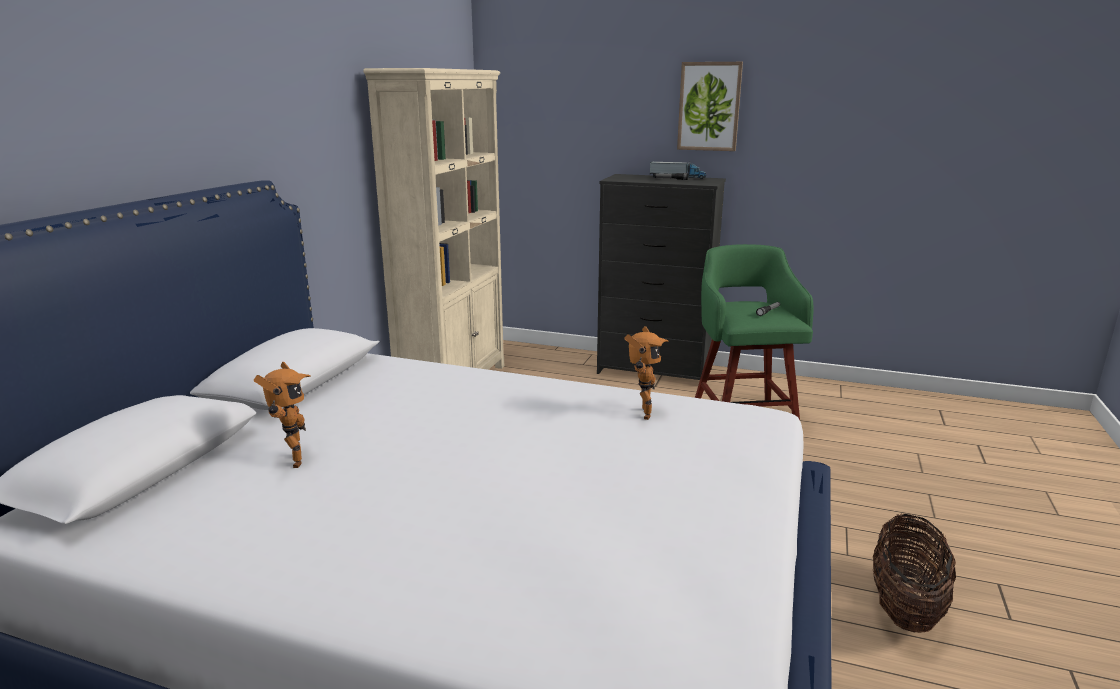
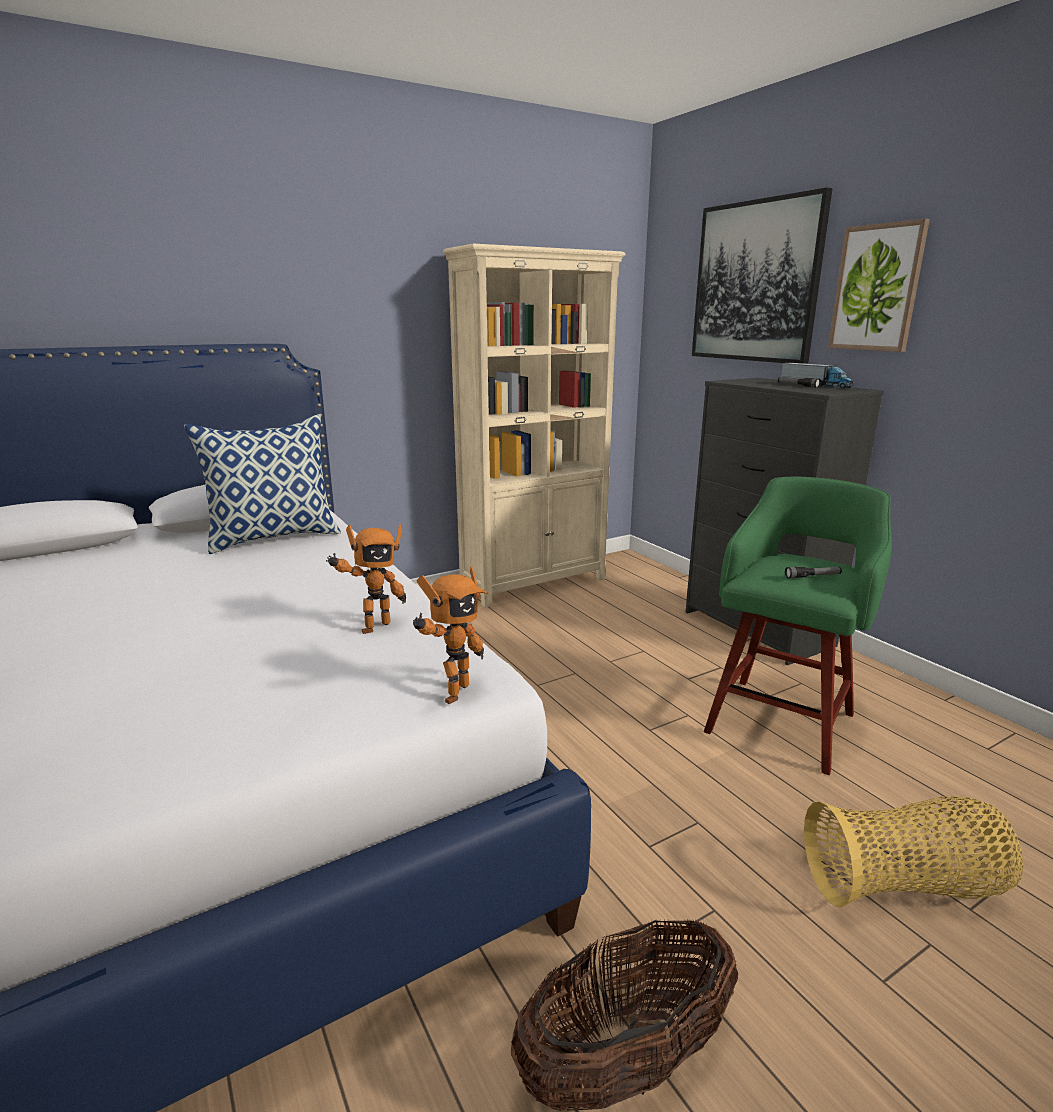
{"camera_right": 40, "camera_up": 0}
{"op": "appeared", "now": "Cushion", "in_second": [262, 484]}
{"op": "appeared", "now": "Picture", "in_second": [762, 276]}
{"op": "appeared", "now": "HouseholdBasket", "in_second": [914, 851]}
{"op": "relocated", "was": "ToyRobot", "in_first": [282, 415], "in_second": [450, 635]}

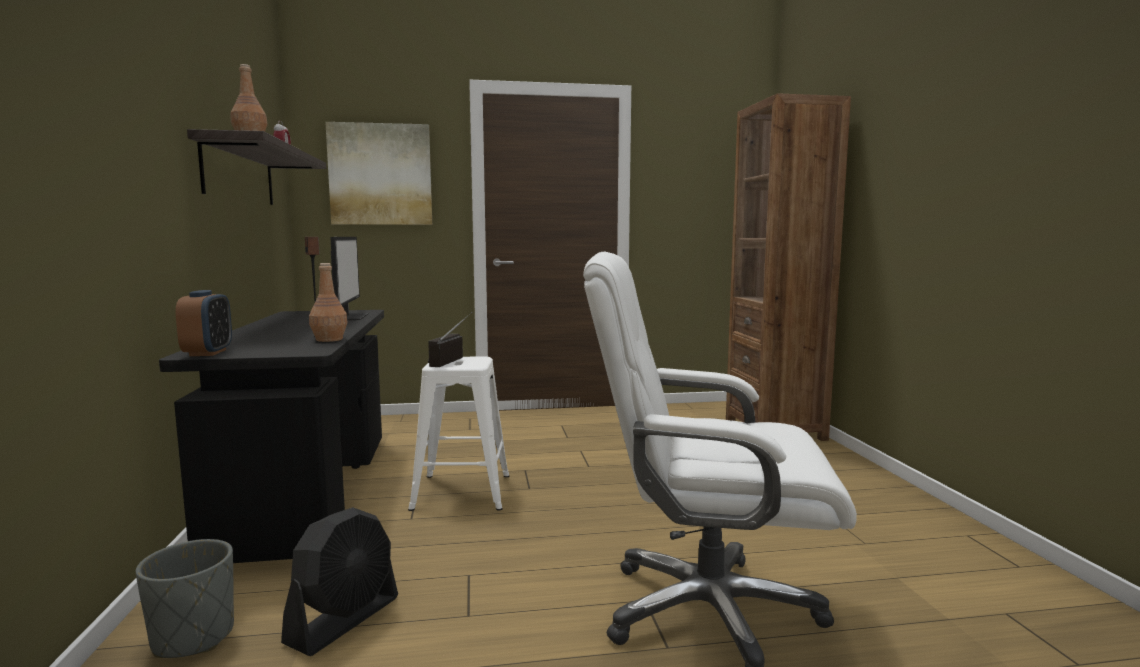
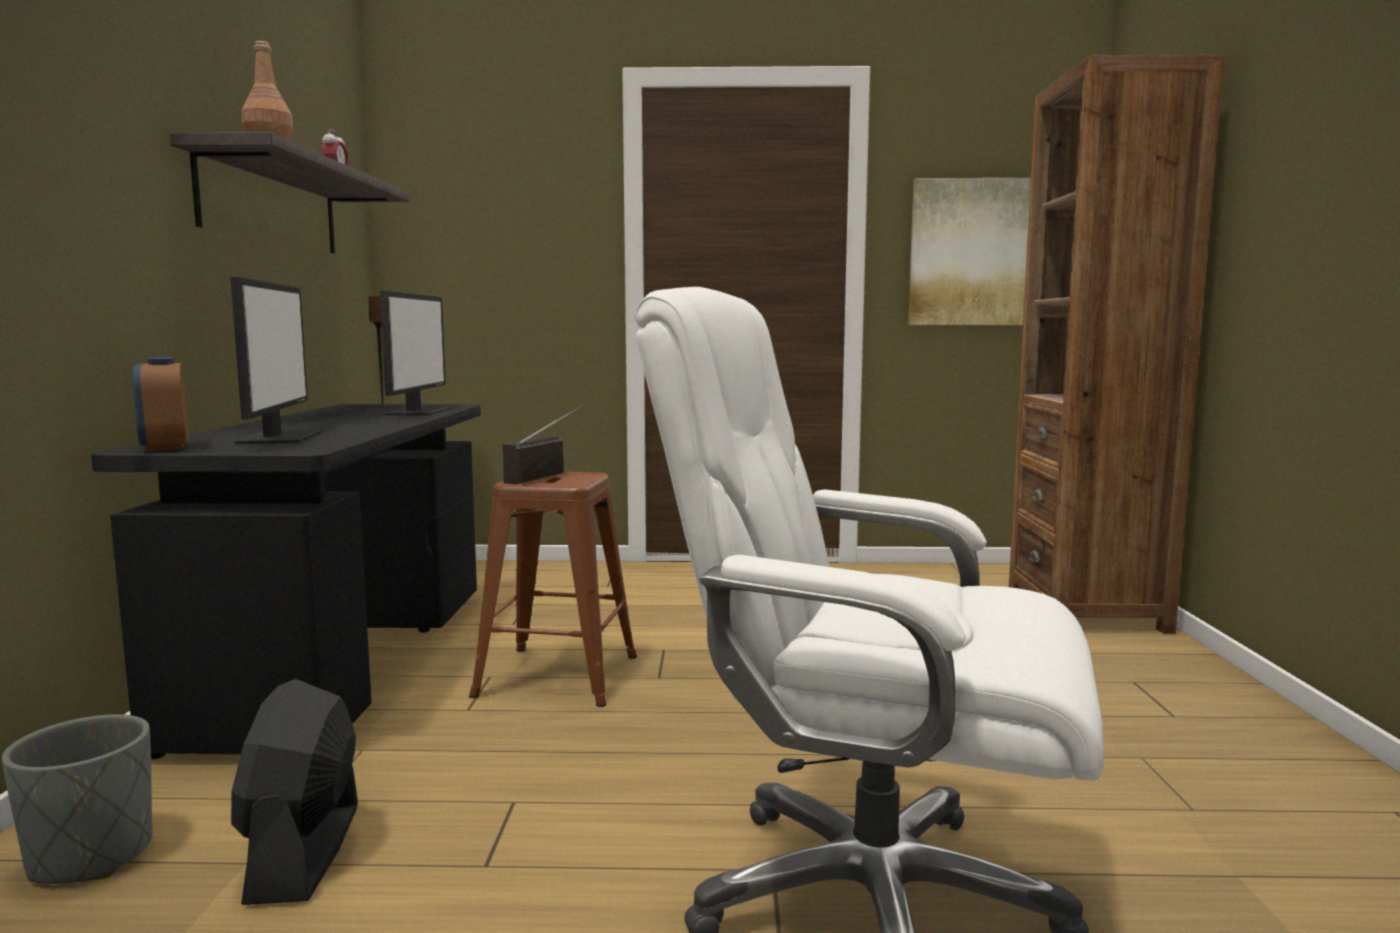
{"camera_right": 10, "camera_up": 0}
{"op": "missing", "was": "BrownishBeverageBottle", "in_first": [328, 302]}
{"op": "appeared", "now": "ComputerScreen", "in_second": [275, 360]}
{"op": "relocated", "was": "Picture", "in_first": [378, 173], "in_second": [969, 251]}
{"op": "colour", "was": "WhiteColouredStool", "now": "BrownishStool", "in_first": [458, 434], "in_second": [553, 589]}
{"op": "spun", "was": "BedsideClock", "in_first": [203, 323], "in_second": [160, 404], "clockwise": 150}
{"op": "spun", "was": "BlackColouredCoolingFan", "in_first": [339, 581], "in_second": [294, 792], "clockwise": 135}

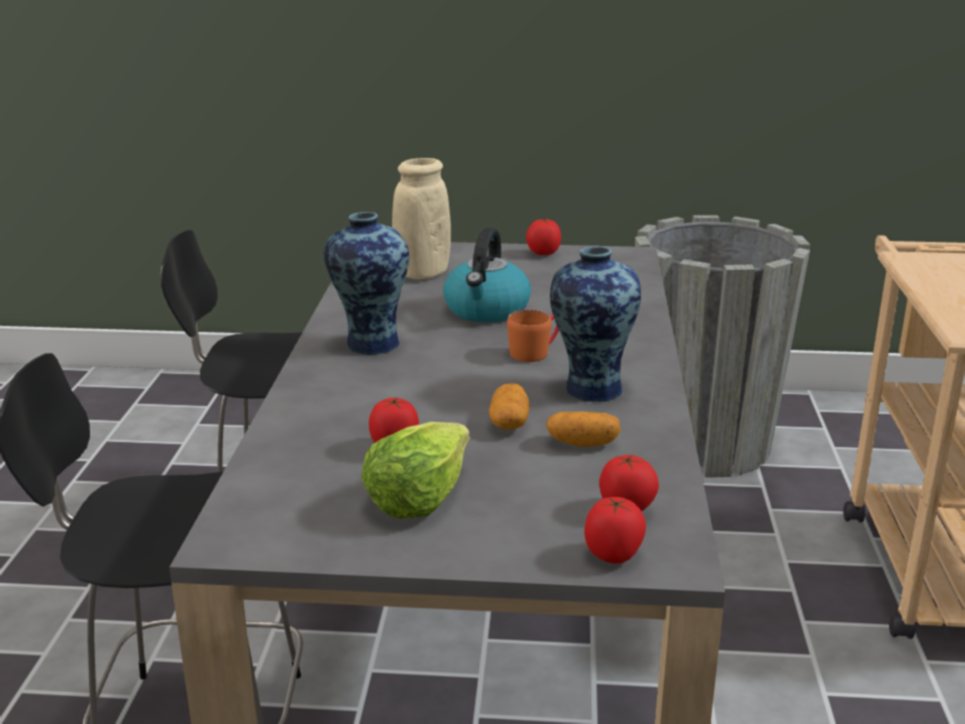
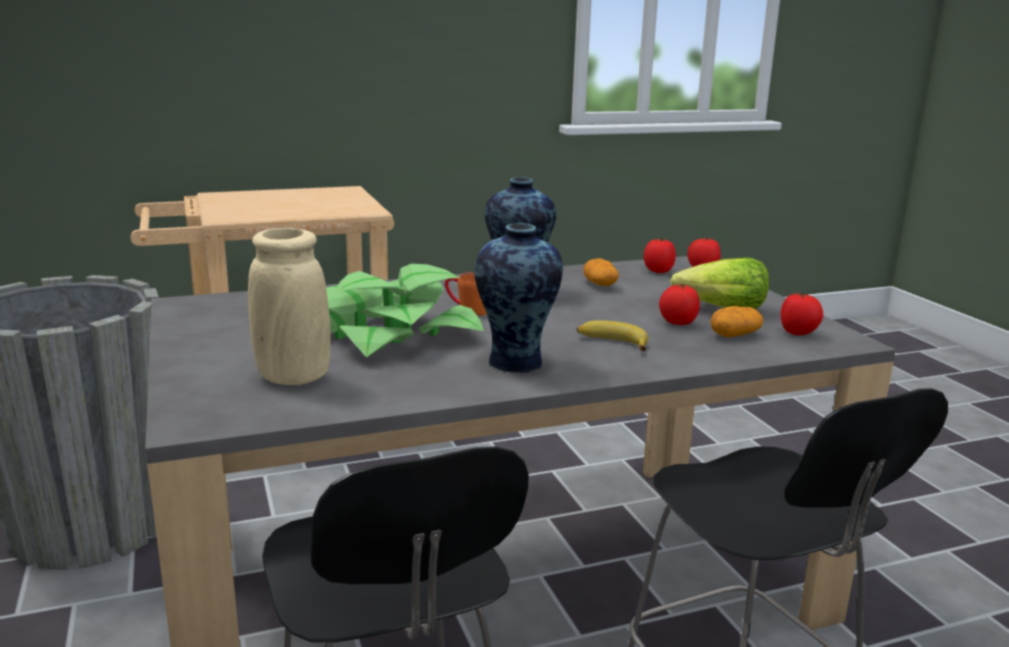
{"camera_right": -115, "camera_up": -5}
{"op": "appeared", "now": "Banana", "in_second": [612, 335]}
{"op": "relocated", "was": "Spud", "in_first": [509, 406], "in_second": [736, 321]}
{"op": "relocated", "was": "FreshTomato", "in_first": [543, 236], "in_second": [801, 314]}
{"op": "exchanged", "was": "WaterKettle", "now": "PottedPlant", "in_first": [487, 275], "in_second": [405, 311]}

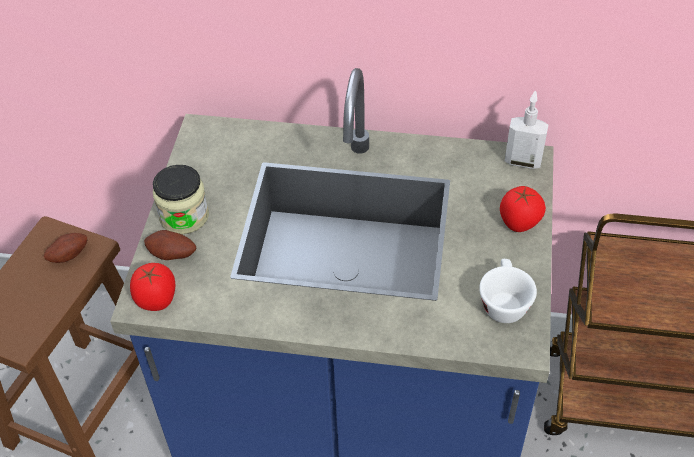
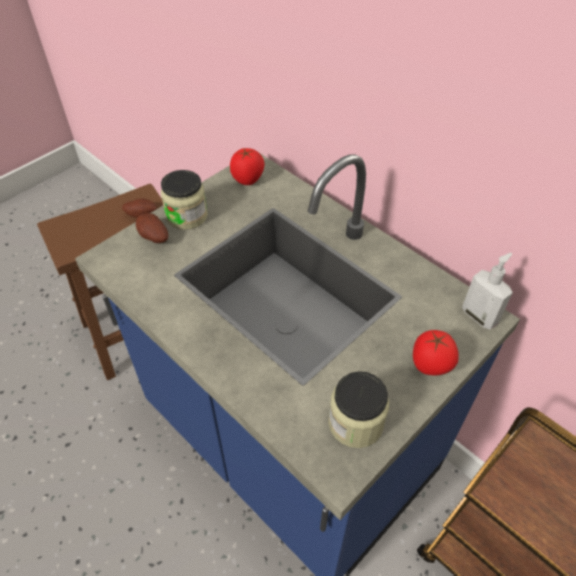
{"camera_right": 35, "camera_up": 0}
{"op": "relocated", "was": "FreshTomato", "in_first": [152, 287], "in_second": [247, 166]}
{"op": "exchanged", "was": "WhiteColouredCup", "now": "PreserveJar", "in_first": [508, 291], "in_second": [358, 409]}

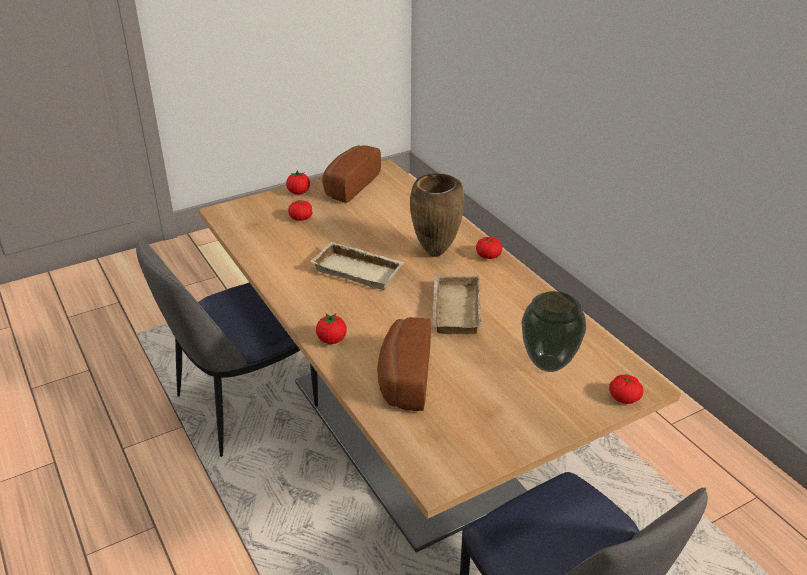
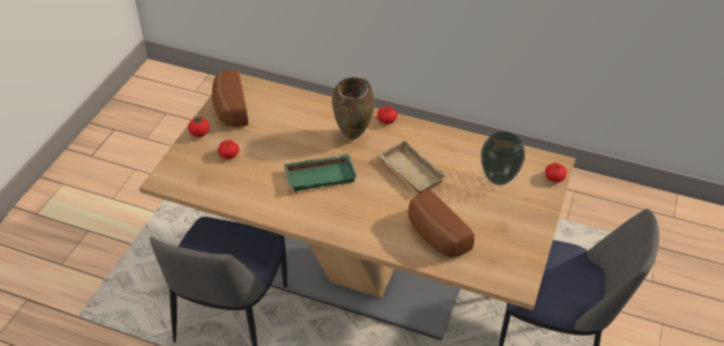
{"camera_right": -40, "camera_up": 10}
{"op": "missing", "was": "FreshTomato", "in_first": [331, 328]}
{"op": "colour", "was": "BeigeCarryingTray", "now": "GreenColouredCarryingTray", "in_first": [357, 266], "in_second": [320, 172]}

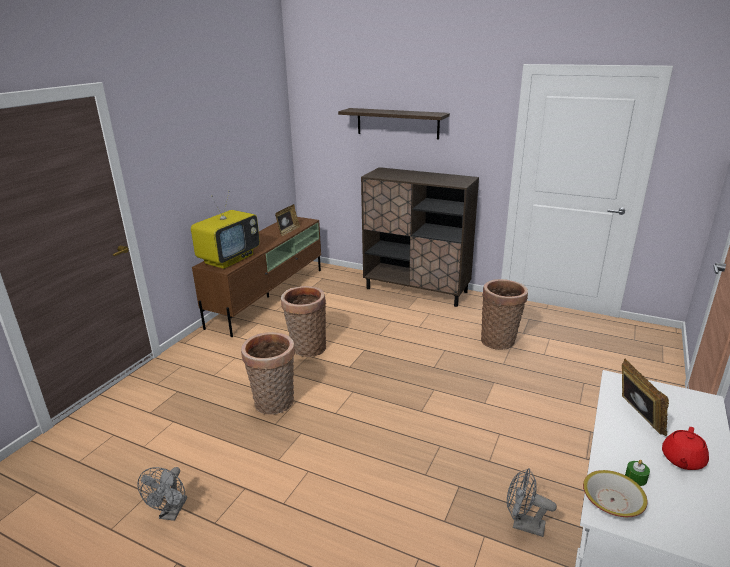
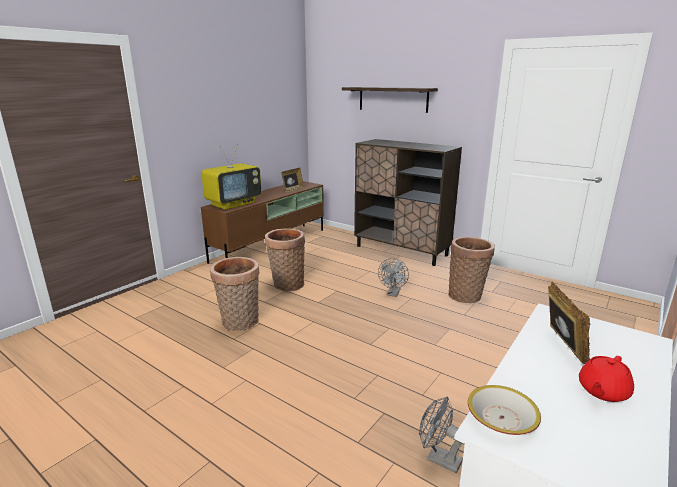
{"camera_right": 10, "camera_up": -5}
{"op": "missing", "was": "GreenColouredWaxCandle", "in_first": [637, 473]}
{"op": "relocated", "was": "GreyishCoolingFan", "in_first": [162, 494], "in_second": [393, 277]}

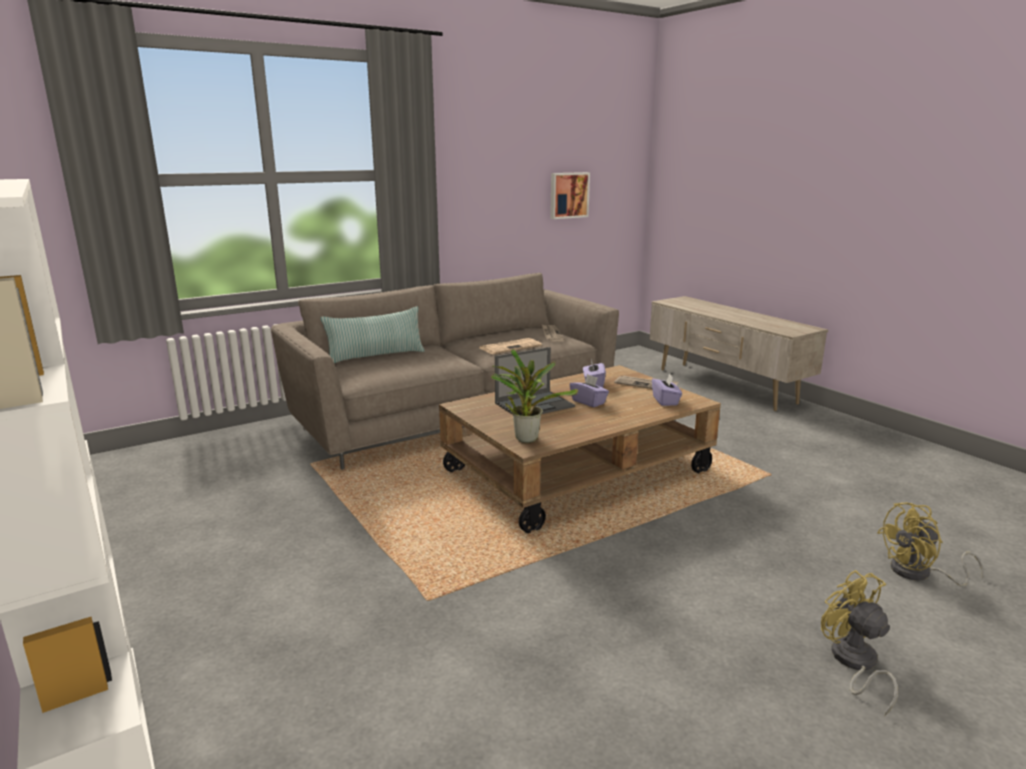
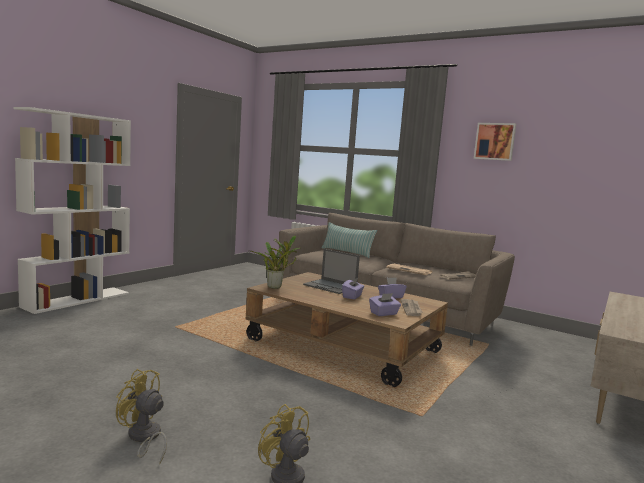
{"camera_right": 65, "camera_up": -10}
{"op": "relocated", "was": "Picture", "in_first": [570, 195], "in_second": [495, 142]}
{"op": "spun", "was": "YellowCoolingFan", "in_first": [859, 643], "in_second": [141, 416], "clockwise": -105}

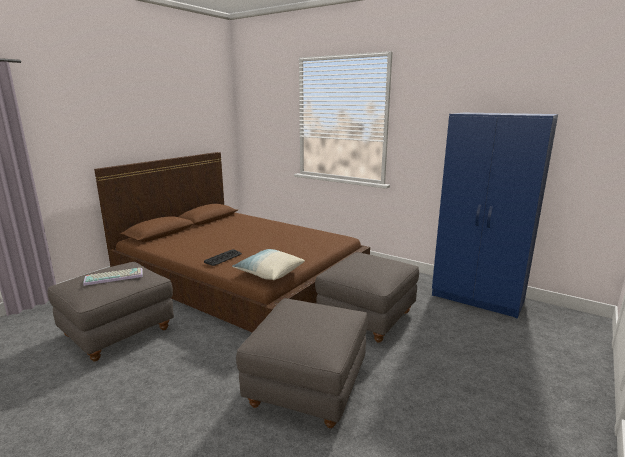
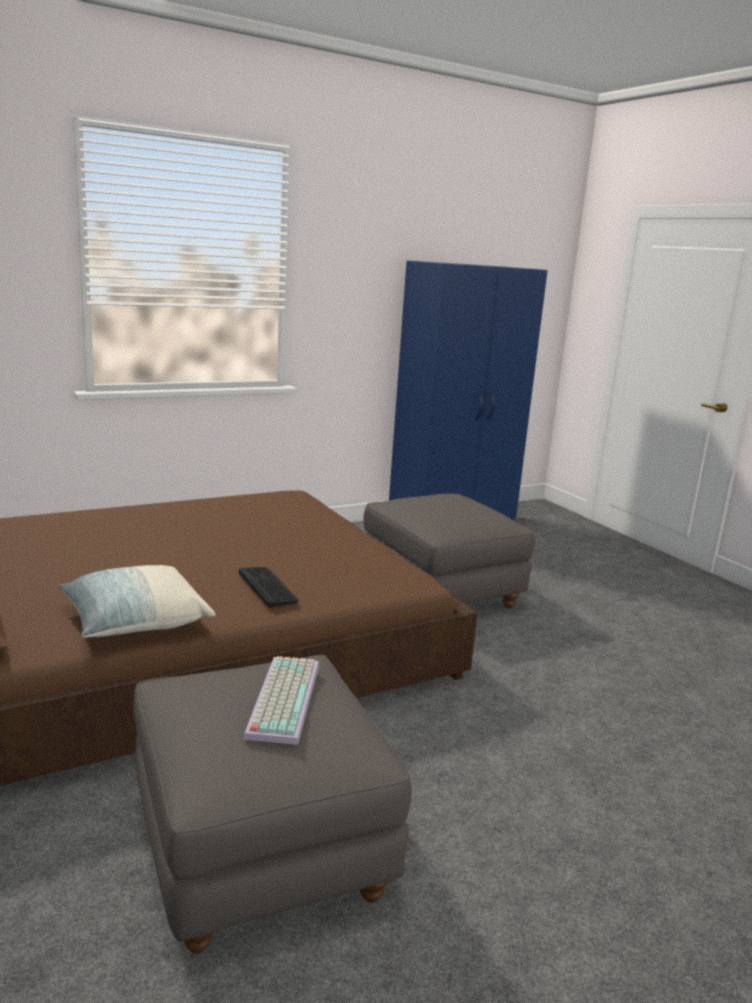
{"camera_right": -65, "camera_up": 0}
{"op": "missing", "was": "GreyishFootrest", "in_first": [302, 363]}
{"op": "relocated", "was": "Cushion", "in_first": [268, 264], "in_second": [137, 601]}

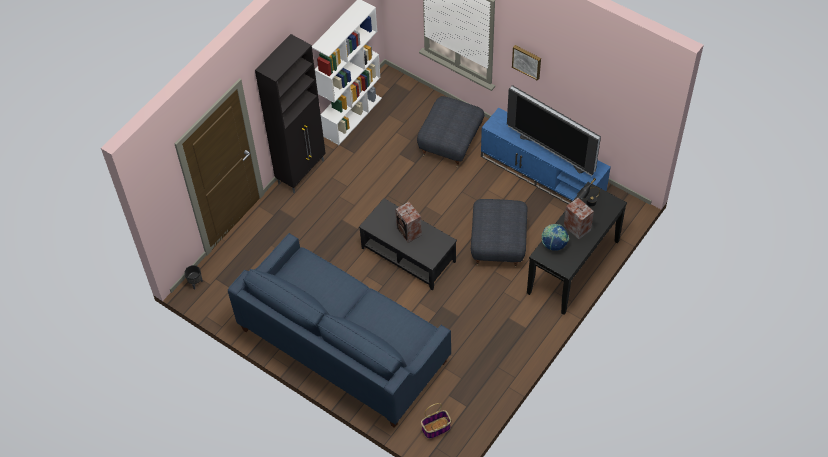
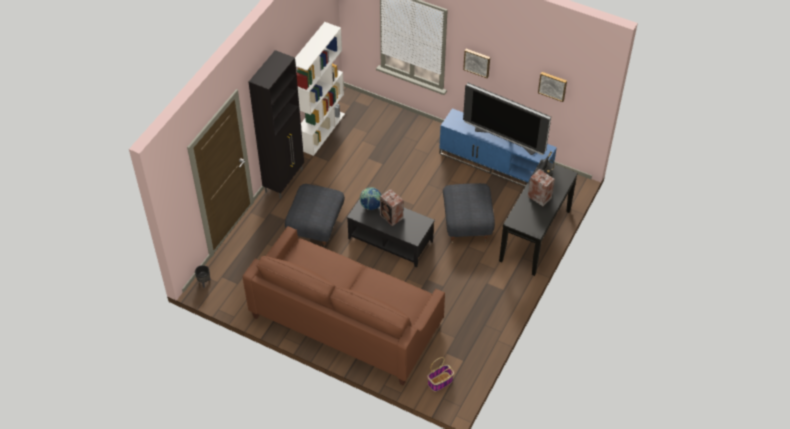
{"camera_right": -10, "camera_up": -5}
{"op": "appeared", "now": "Picture", "in_second": [552, 87]}
{"op": "relocated", "was": "GreyishFootrest", "in_first": [450, 131], "in_second": [315, 215]}
{"op": "relocated", "was": "Globe", "in_first": [555, 237], "in_second": [370, 198]}
{"op": "colour", "was": "BlueColouredCouch", "now": "BrownishCouch", "in_first": [339, 330], "in_second": [344, 306]}

